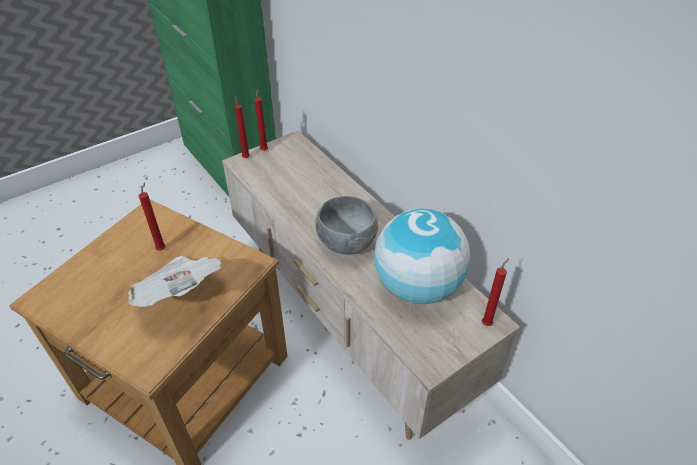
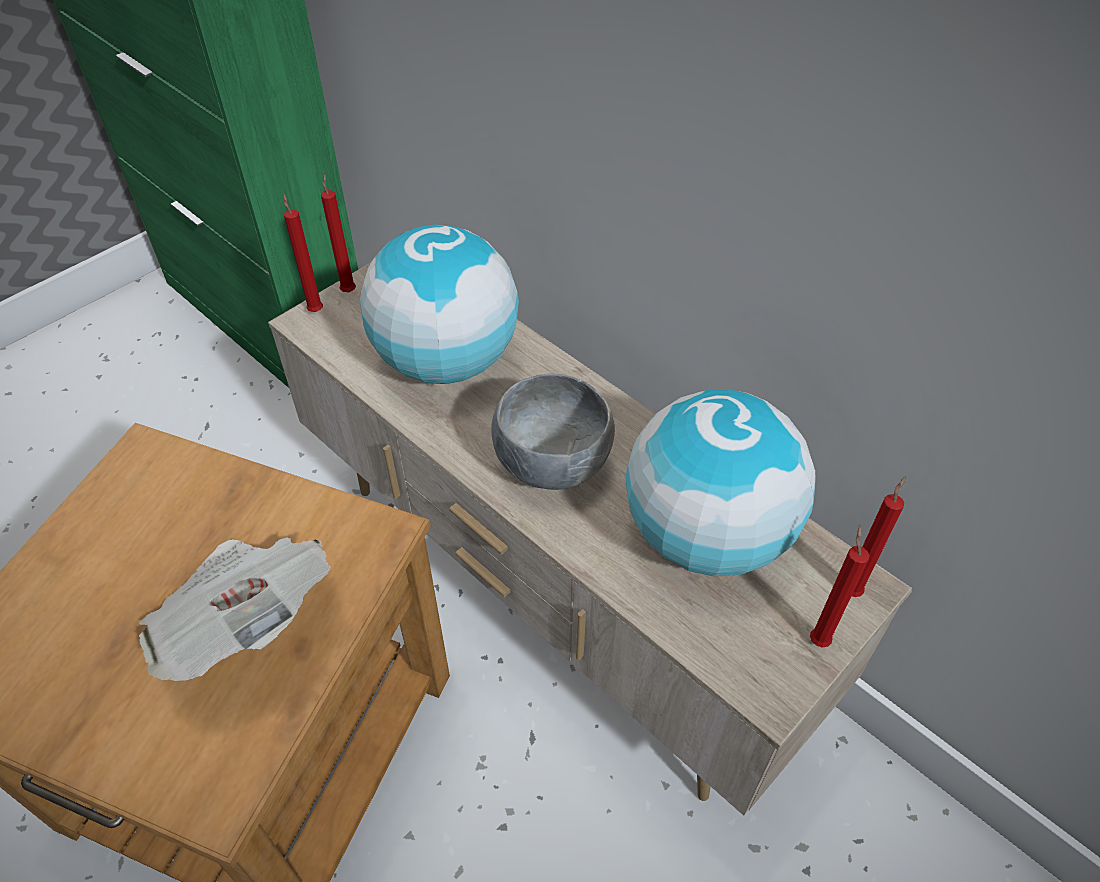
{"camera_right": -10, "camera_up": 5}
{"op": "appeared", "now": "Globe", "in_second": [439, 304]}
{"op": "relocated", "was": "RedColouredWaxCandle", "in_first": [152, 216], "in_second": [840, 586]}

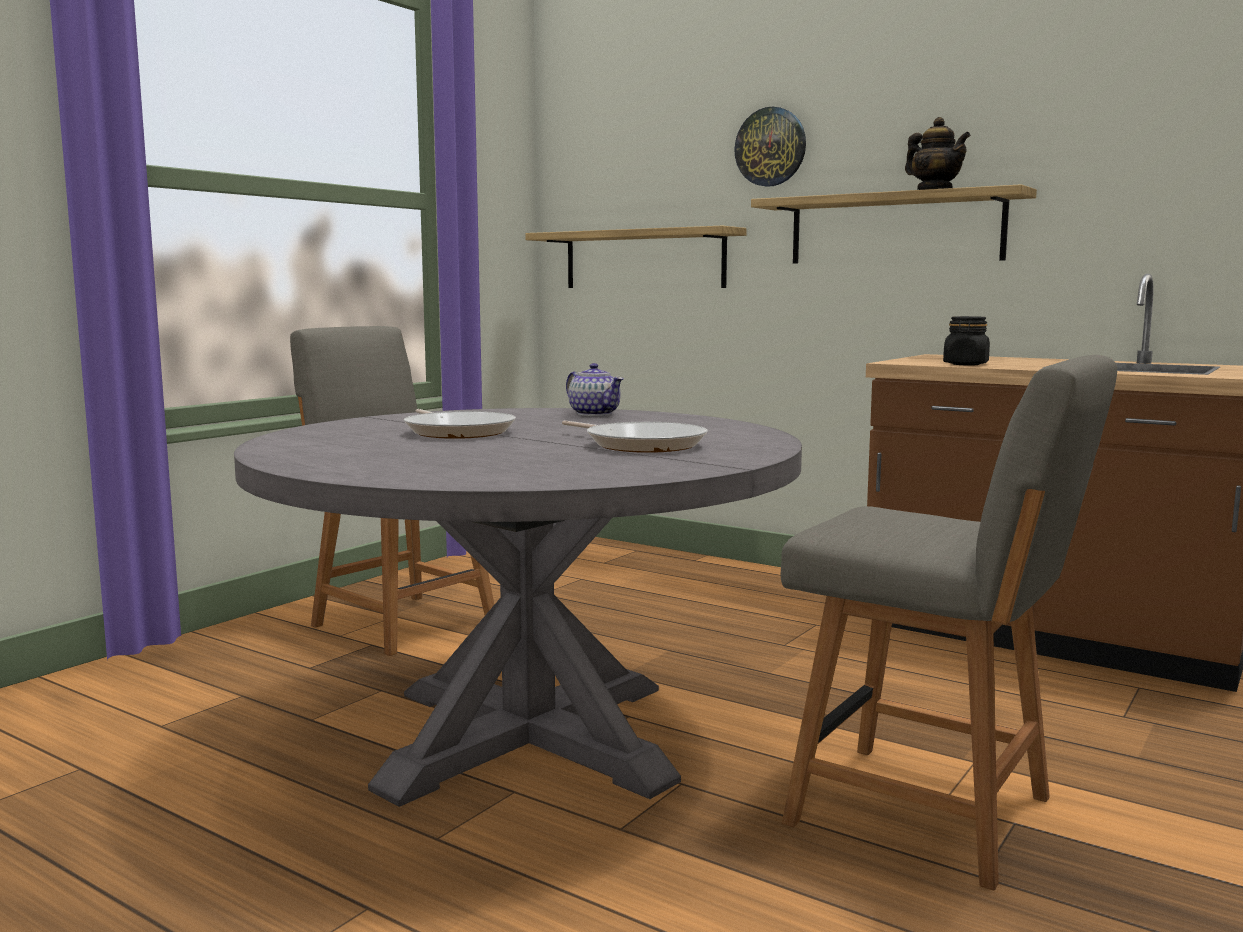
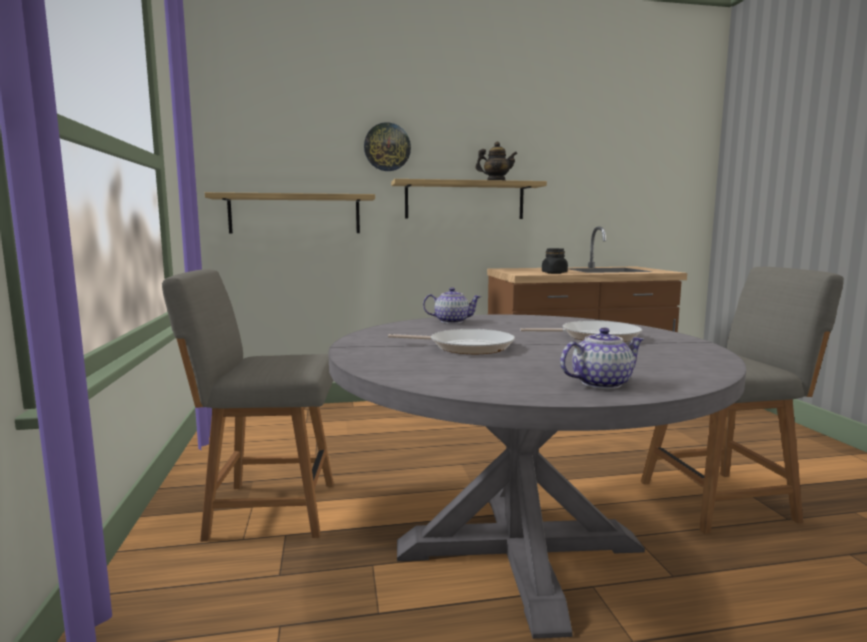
{"camera_right": -45, "camera_up": 0}
{"op": "appeared", "now": "PotForTea", "in_second": [602, 358]}

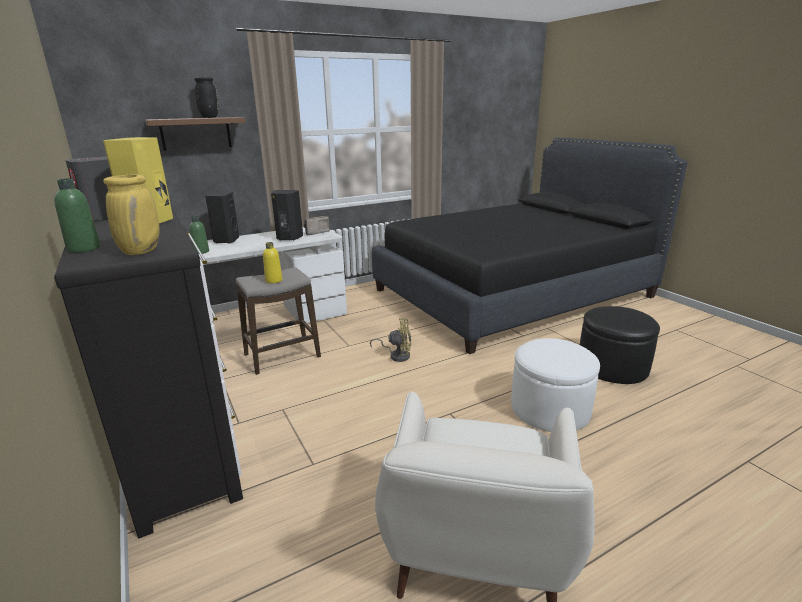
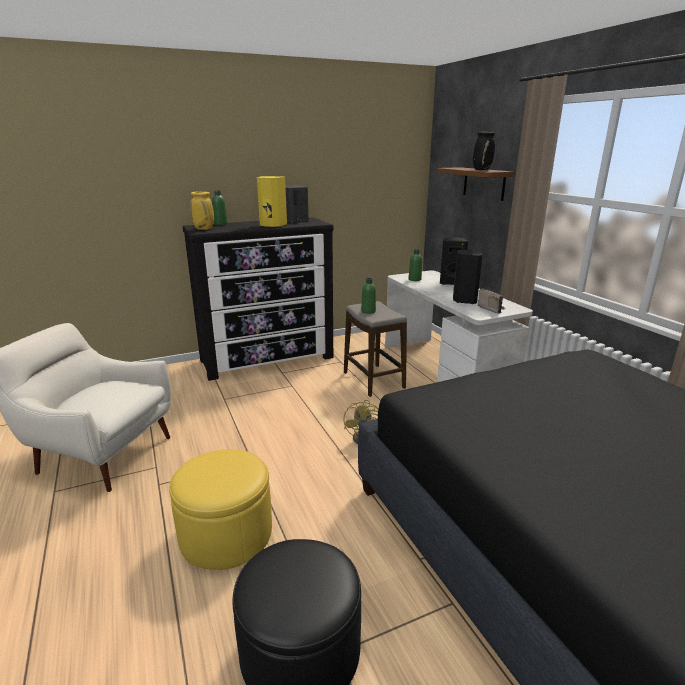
{"camera_right": 95, "camera_up": 0}
{"op": "colour", "was": "YellowBeverageBottle", "now": "GreenColouredBeverageBottle", "in_first": [272, 262], "in_second": [368, 296]}
{"op": "colour", "was": "WhiteColouredFootrest", "now": "YellowFootrest", "in_first": [555, 385], "in_second": [220, 509]}

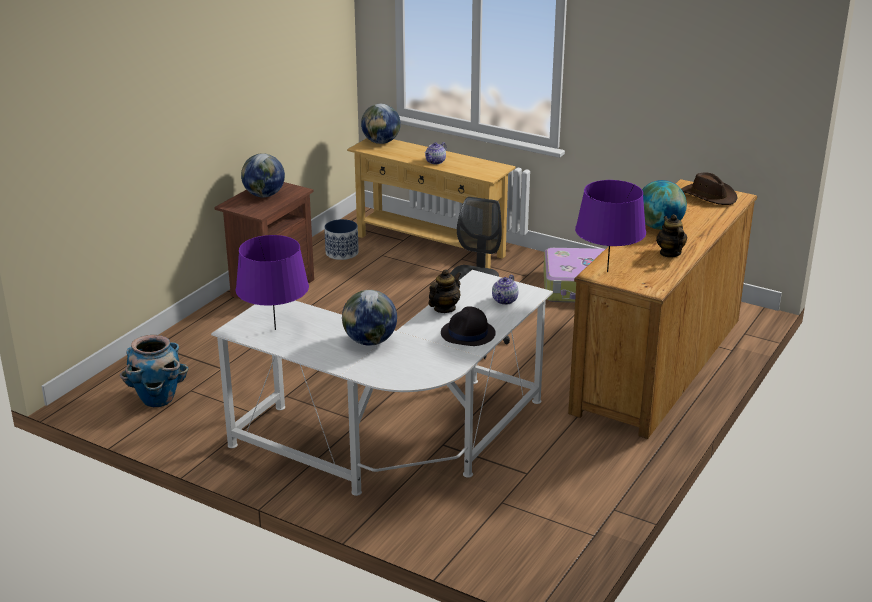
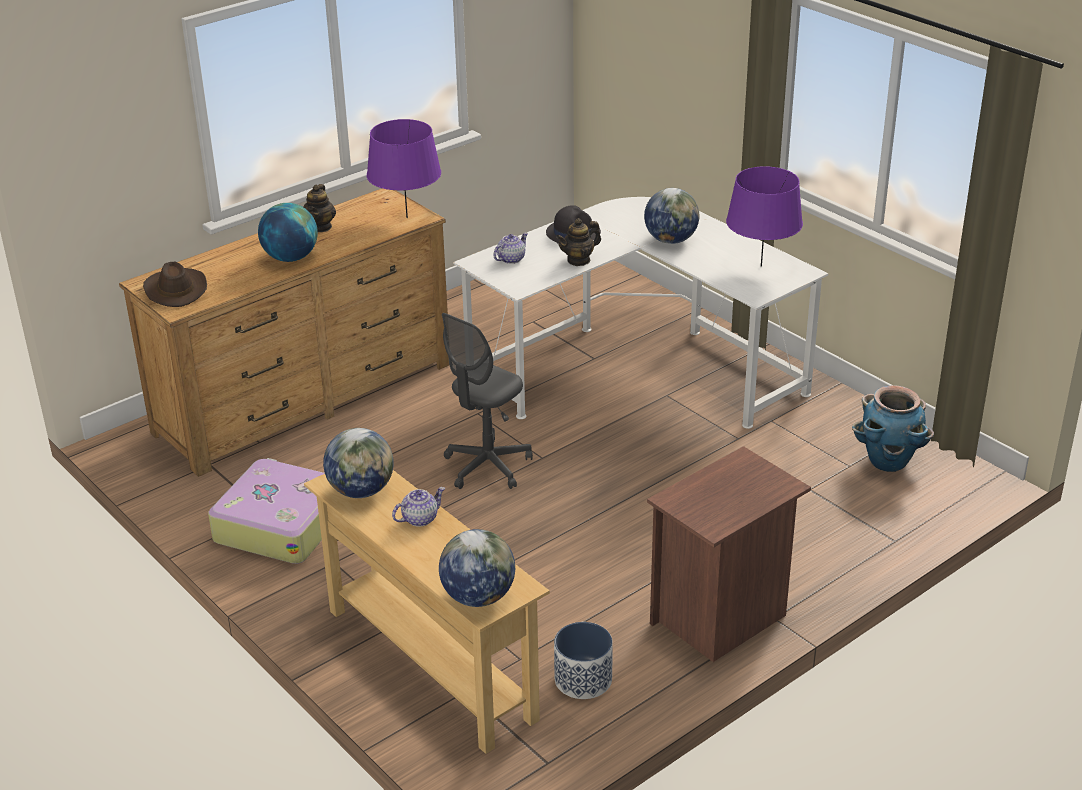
{"camera_right": -160, "camera_up": 5}
{"op": "relocated", "was": "Globe", "in_first": [263, 175], "in_second": [358, 463]}

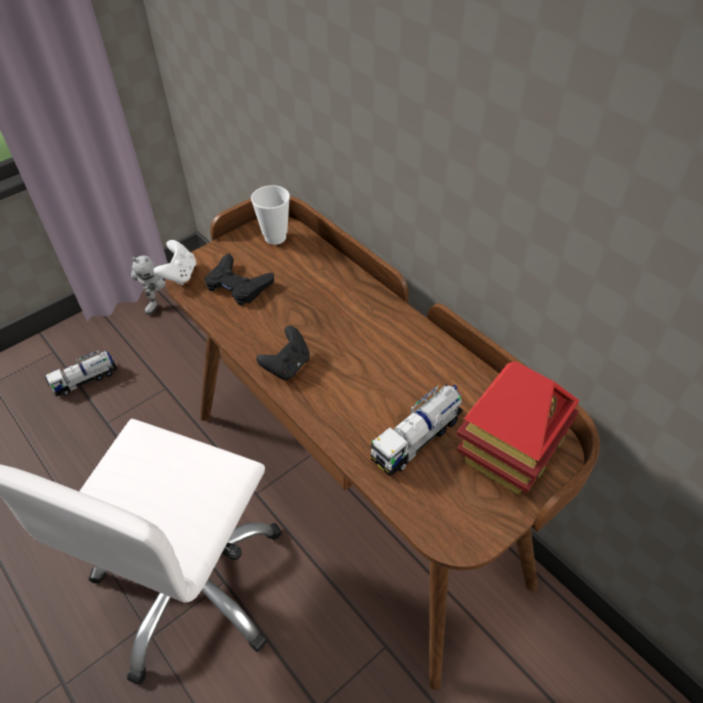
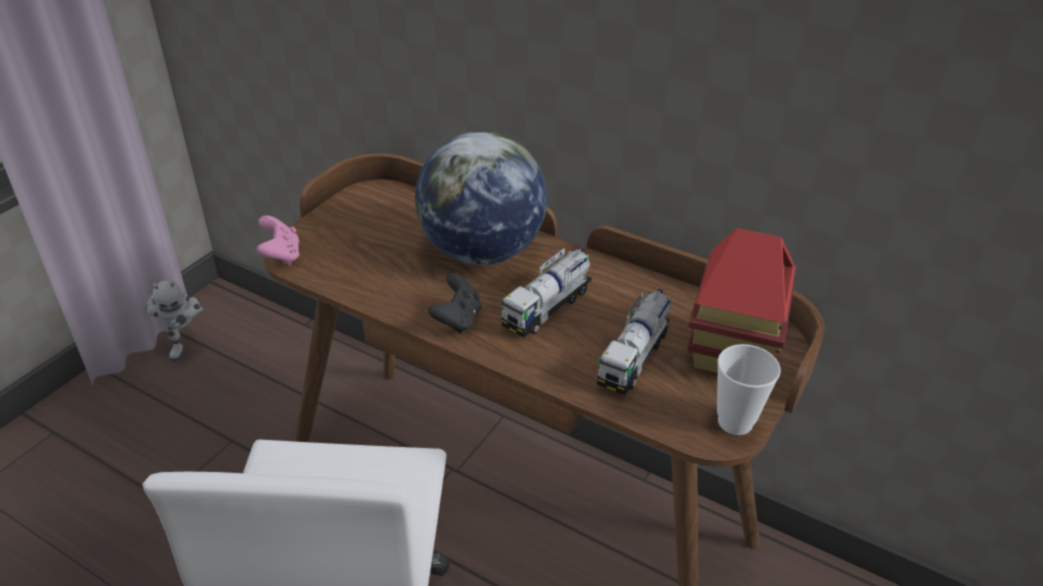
{"camera_right": -20, "camera_up": -10}
{"op": "missing", "was": "BlackColouredGamepad", "in_first": [239, 279]}
{"op": "appeared", "now": "Globe", "in_second": [481, 198]}
{"op": "relocated", "was": "ModelTruck", "in_first": [81, 373], "in_second": [546, 292]}
{"op": "relocated", "was": "Cup", "in_first": [270, 215], "in_second": [749, 389]}
{"op": "colour", "was": "WhiteColouredGamepad", "now": "PinkGamepad", "in_first": [175, 262], "in_second": [278, 240]}

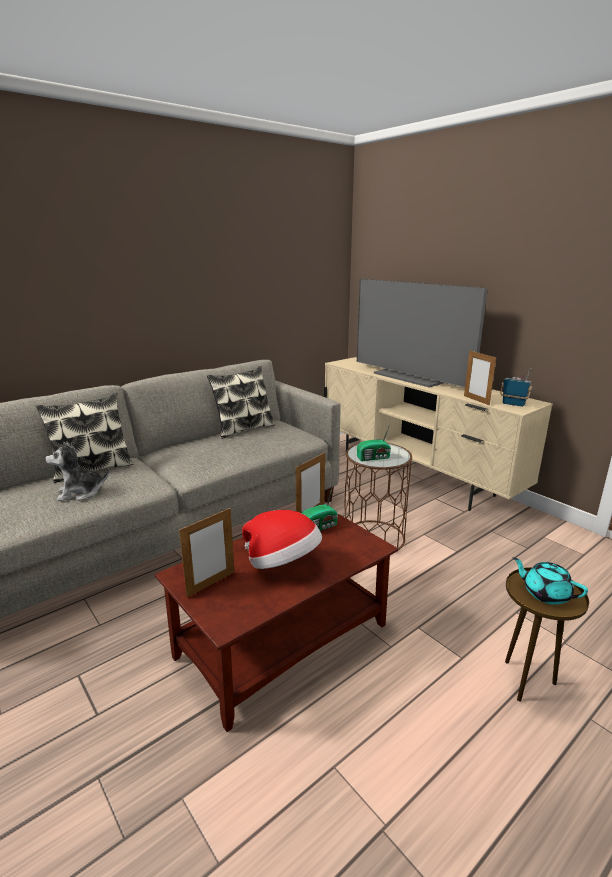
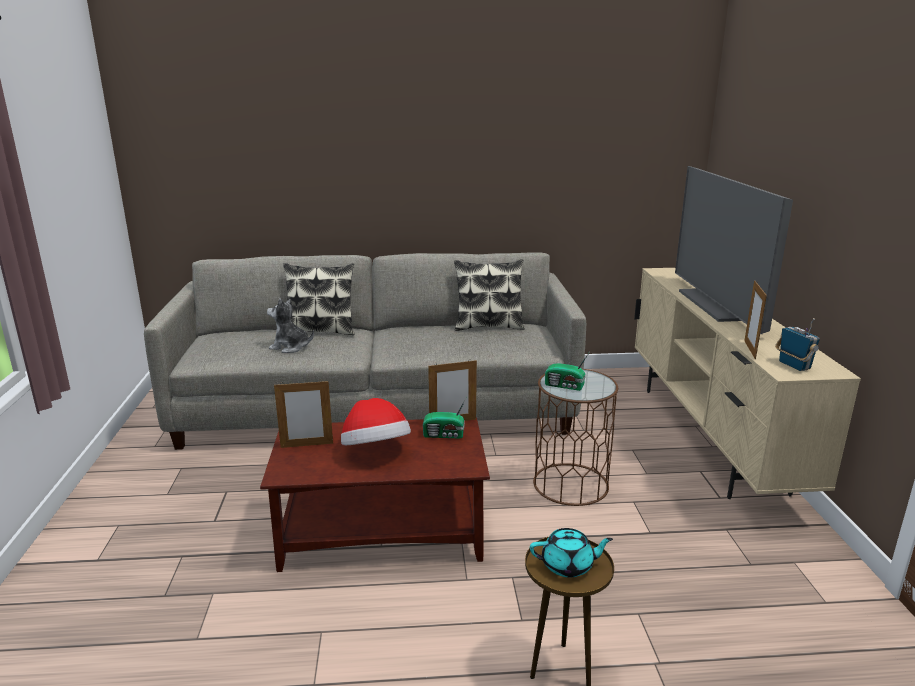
{"camera_right": 35, "camera_up": 0}
{"op": "spun", "was": "BlueGreenPotForTea", "in_first": [550, 581], "in_second": [571, 553], "clockwise": 105}

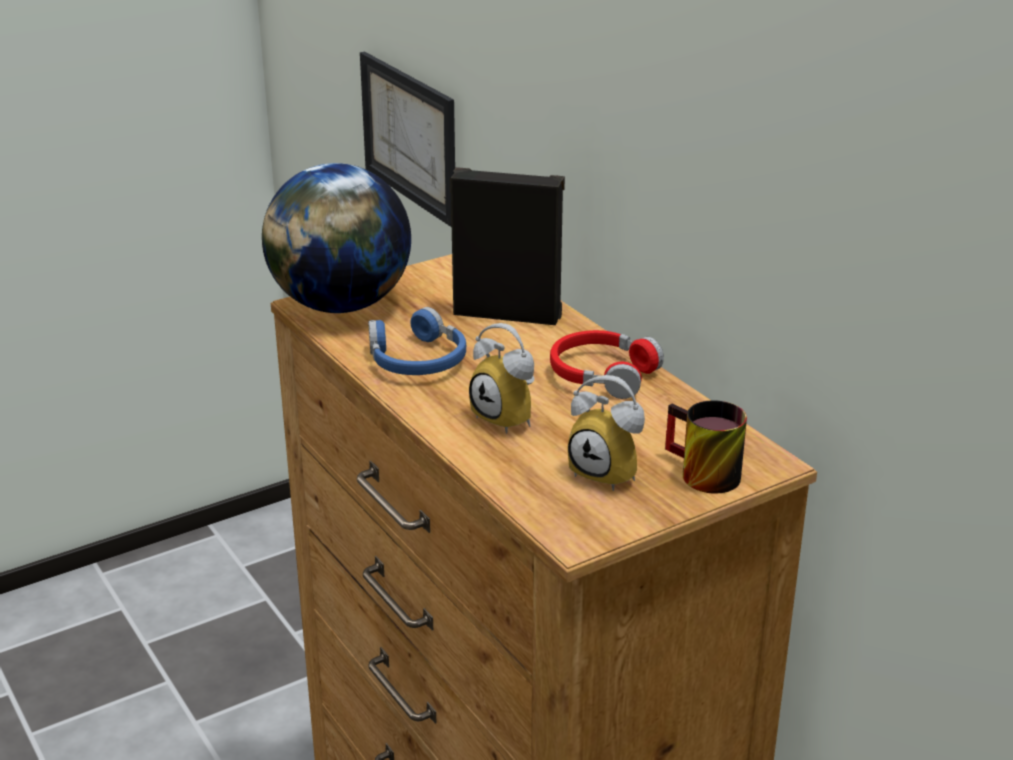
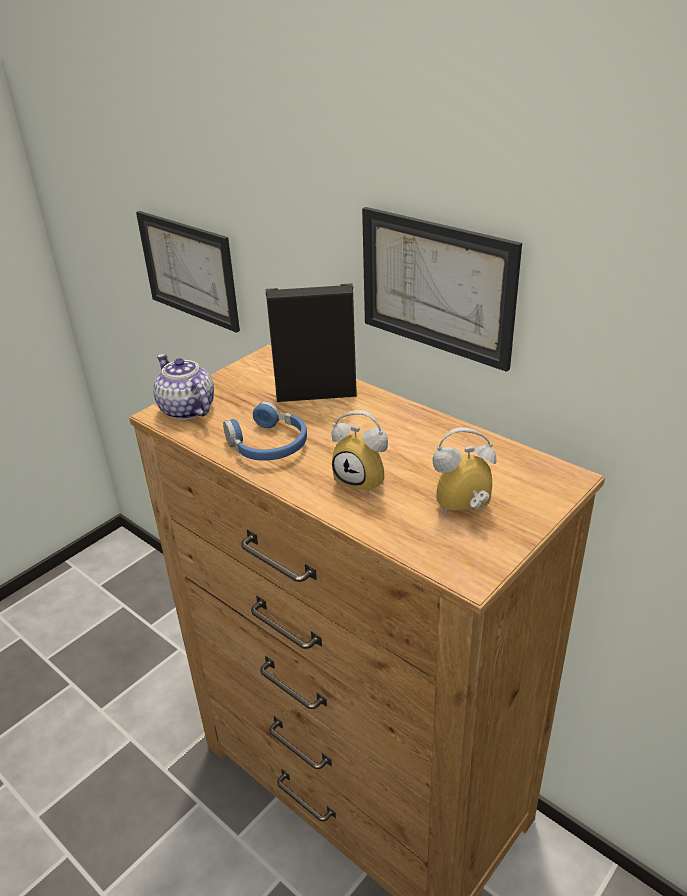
{"camera_right": -15, "camera_up": 5}
{"op": "missing", "was": "RedColouredHeadset", "in_first": [607, 364]}
{"op": "missing", "was": "TeaMug", "in_first": [706, 447]}
{"op": "appeared", "now": "Picture", "in_second": [442, 289]}
{"op": "exchanged", "was": "Globe", "now": "PotForTea", "in_first": [336, 238], "in_second": [183, 387]}
{"op": "spun", "was": "BedsideClock", "in_first": [606, 433], "in_second": [464, 471], "clockwise": 150}

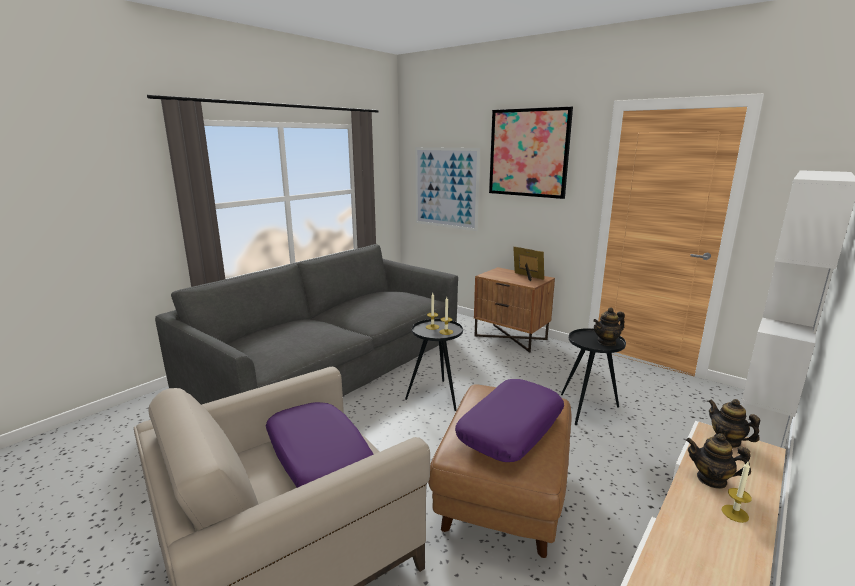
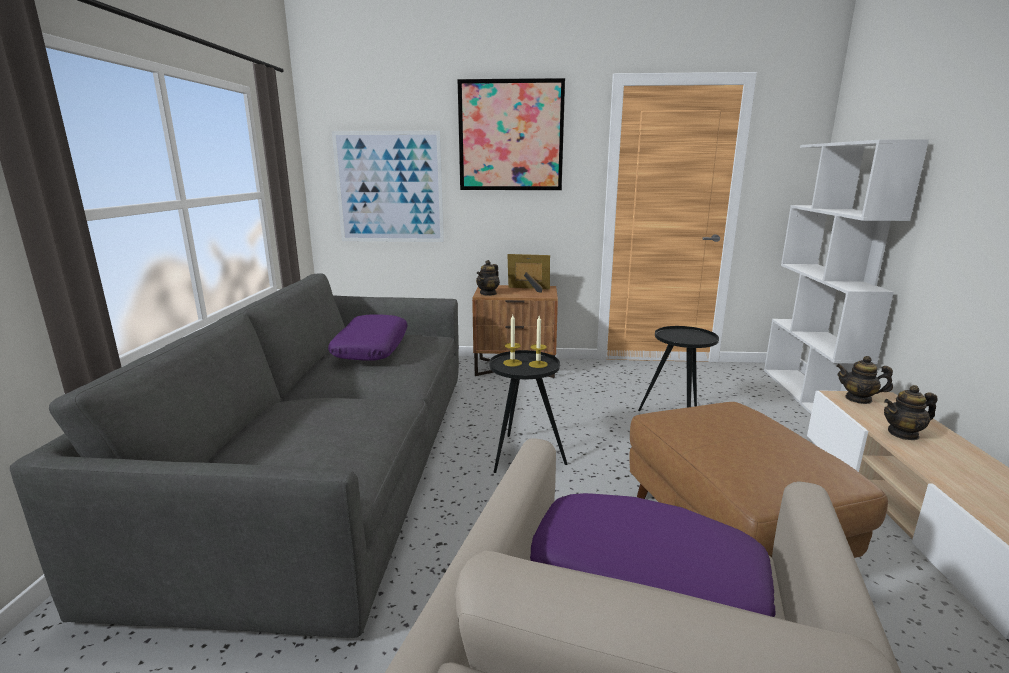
{"camera_right": -35, "camera_up": 0}
{"op": "missing", "was": "WaxCandle", "in_first": [737, 492]}
{"op": "relocated", "was": "PurpleColouredCushion", "in_first": [509, 420], "in_second": [368, 337]}
{"op": "relocated", "was": "PotForTea", "in_first": [609, 327], "in_second": [488, 278]}

